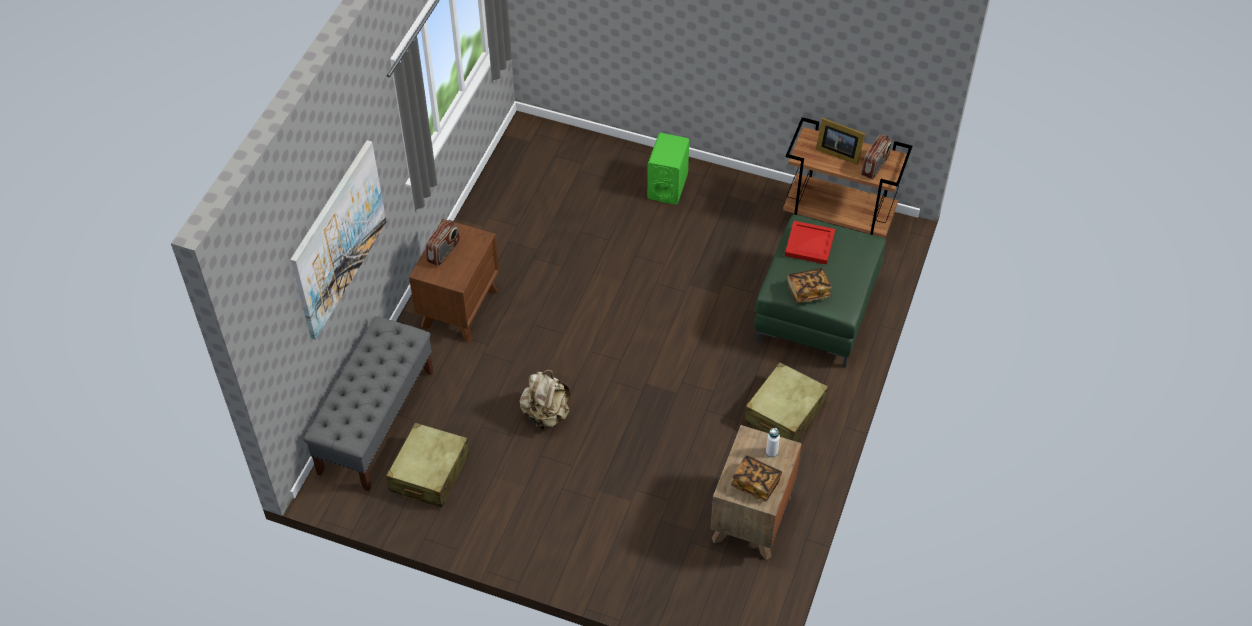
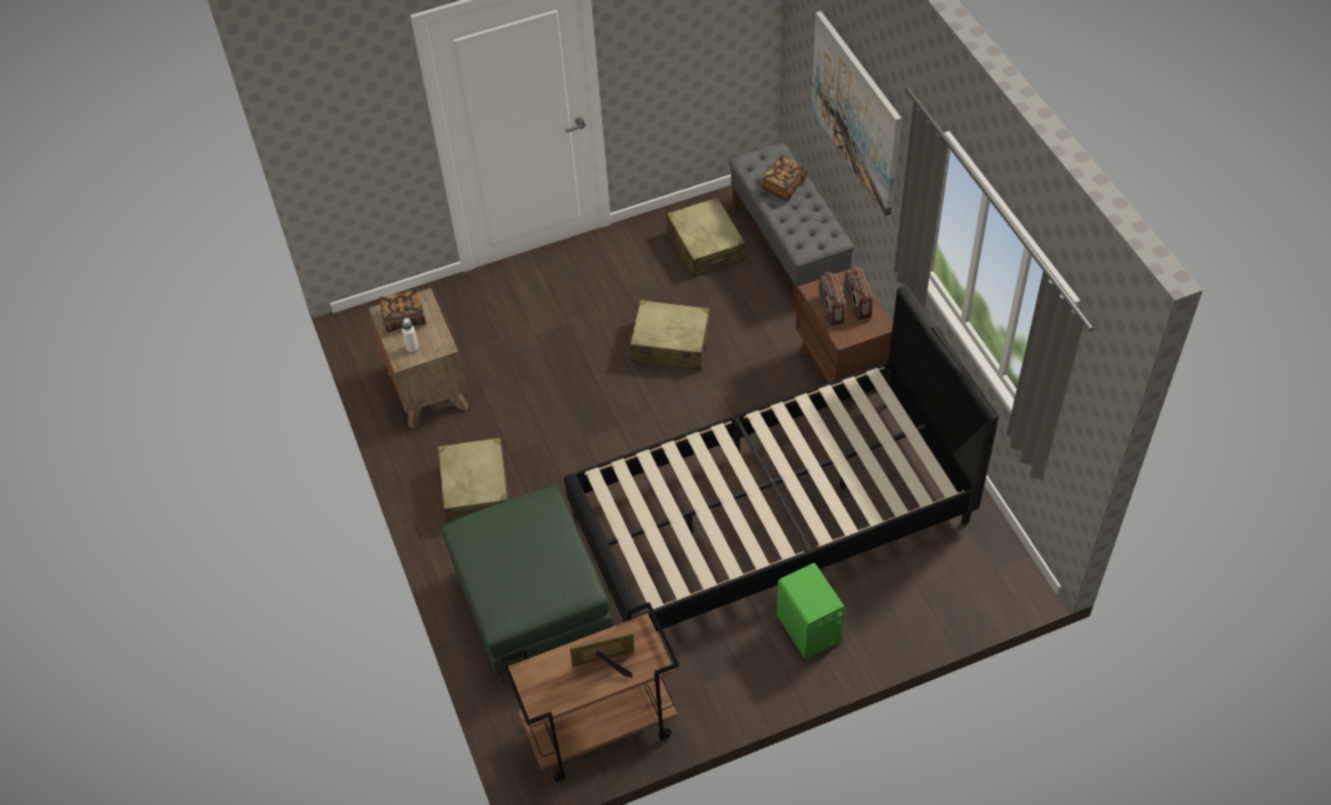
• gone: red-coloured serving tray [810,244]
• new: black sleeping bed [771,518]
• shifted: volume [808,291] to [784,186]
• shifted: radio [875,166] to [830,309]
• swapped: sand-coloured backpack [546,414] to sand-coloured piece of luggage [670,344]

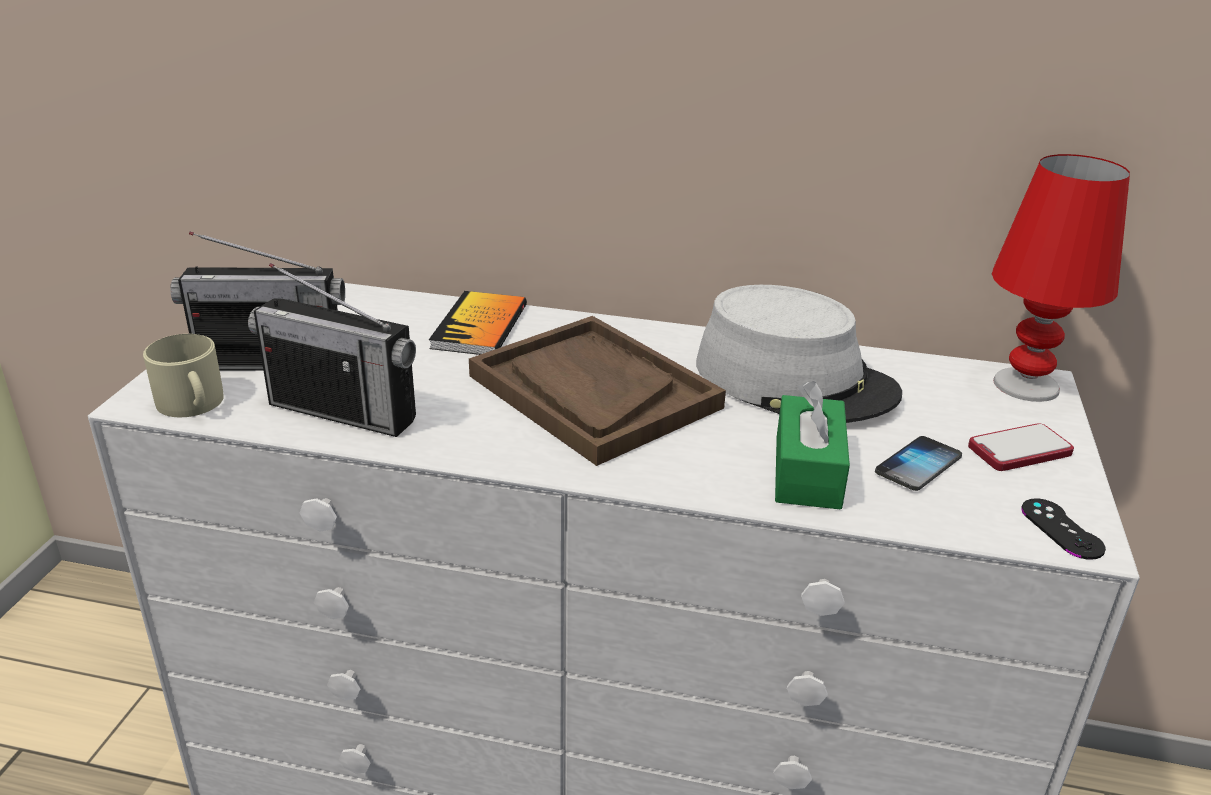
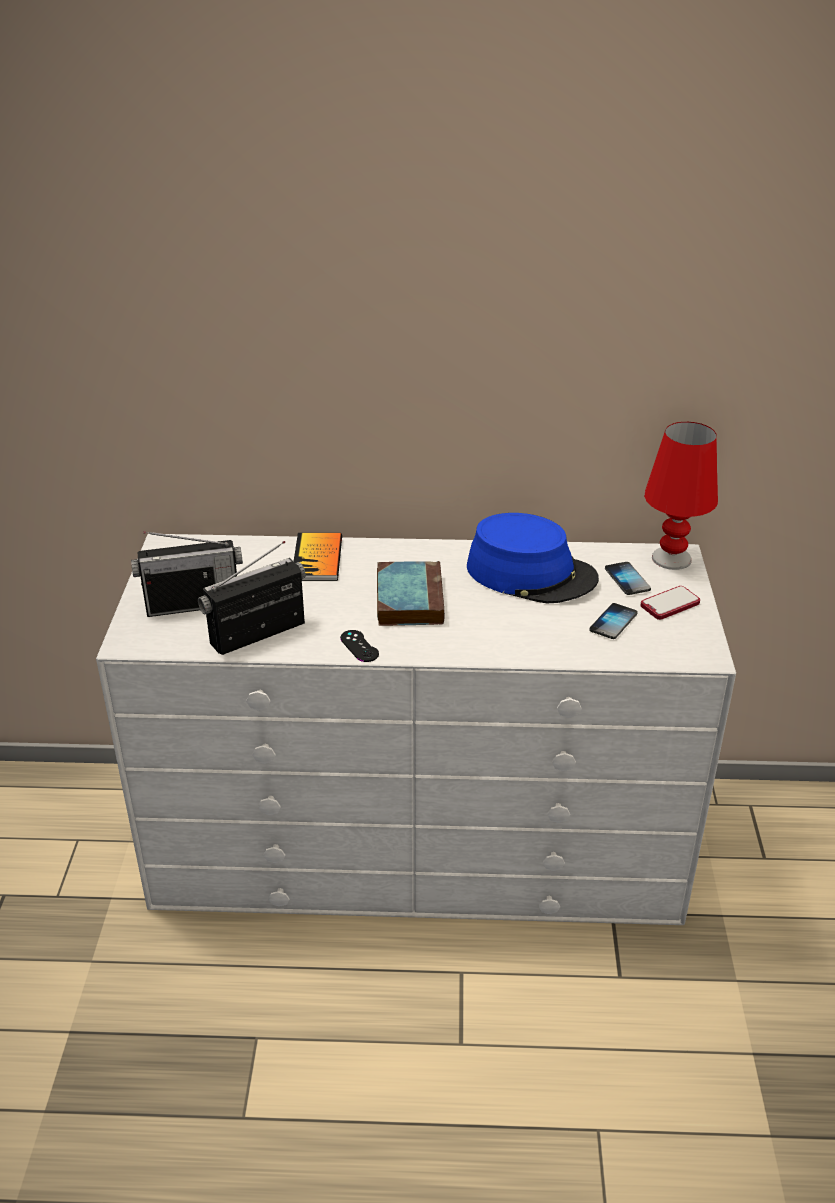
• gone: sand-coloured tea mug [192,404]
• gone: green-coloured box of tissues [807,471]
• new: handset [627,579]
• shifted: black game controller [1061,529] to [359,646]
• swapped: brown serving tray [593,392] to volume [409,598]
• repainted: gray clothing hat [795,380] to blue clothing hat [531,574]
• rotated: radio [342,411] = [258,633] 135 degrees clockwise

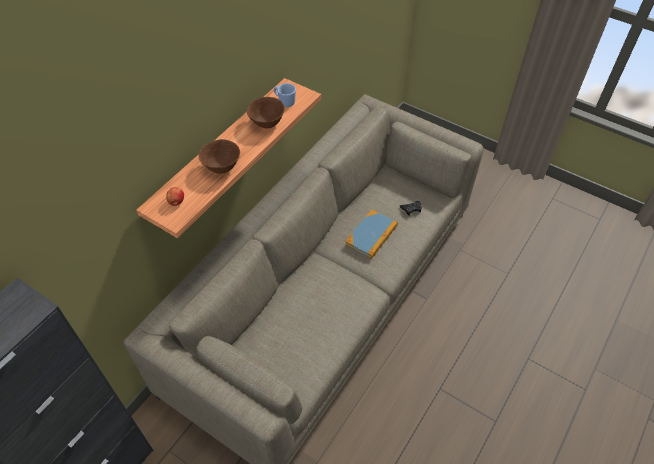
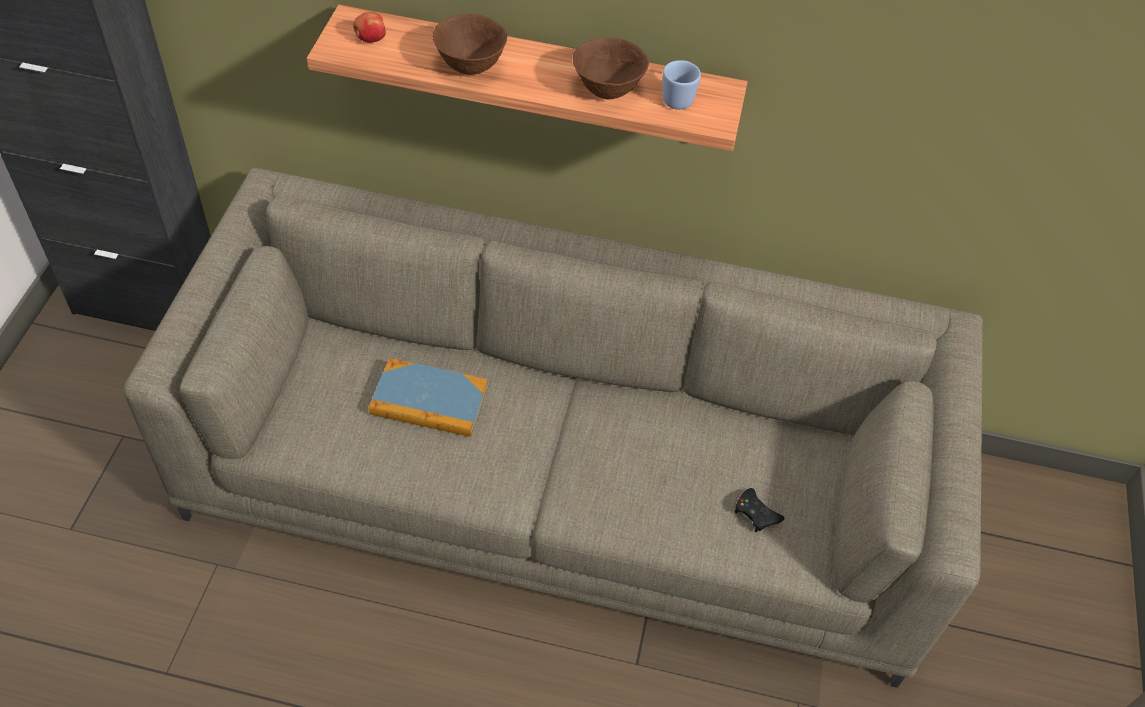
• shifted: volume [371,235] to [429,401]

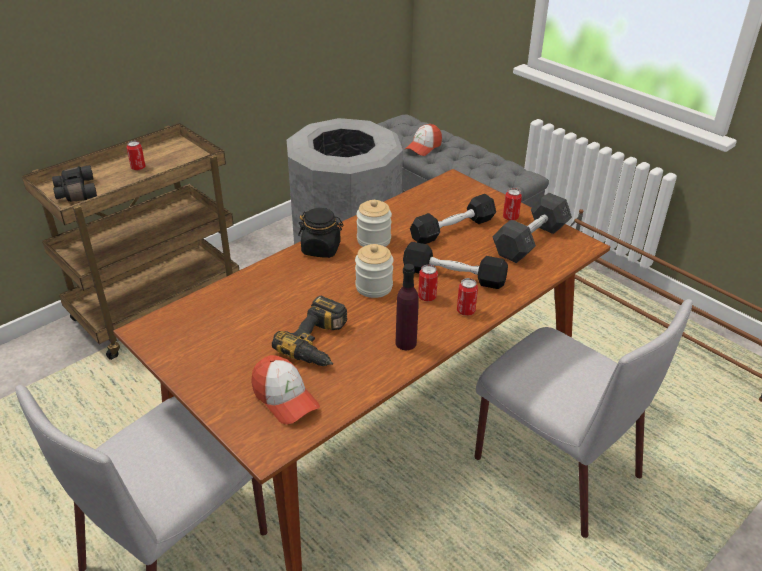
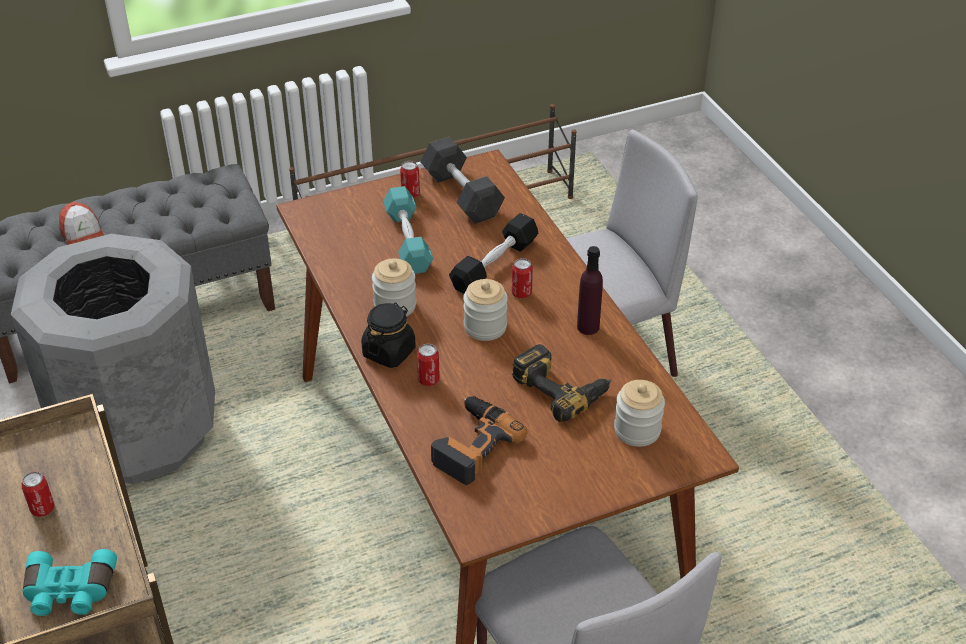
• new: power drill [471,444]
• shifted: metal can [465,311] to [428,380]
• swapped: peaked cap [285,398] to storage jar [637,430]
• repainted: black field glasses [75,192] to turquoise-coloured field glasses [69,593]
• repainted: black free weight [453,229] to turquoise-coloured free weight [408,241]

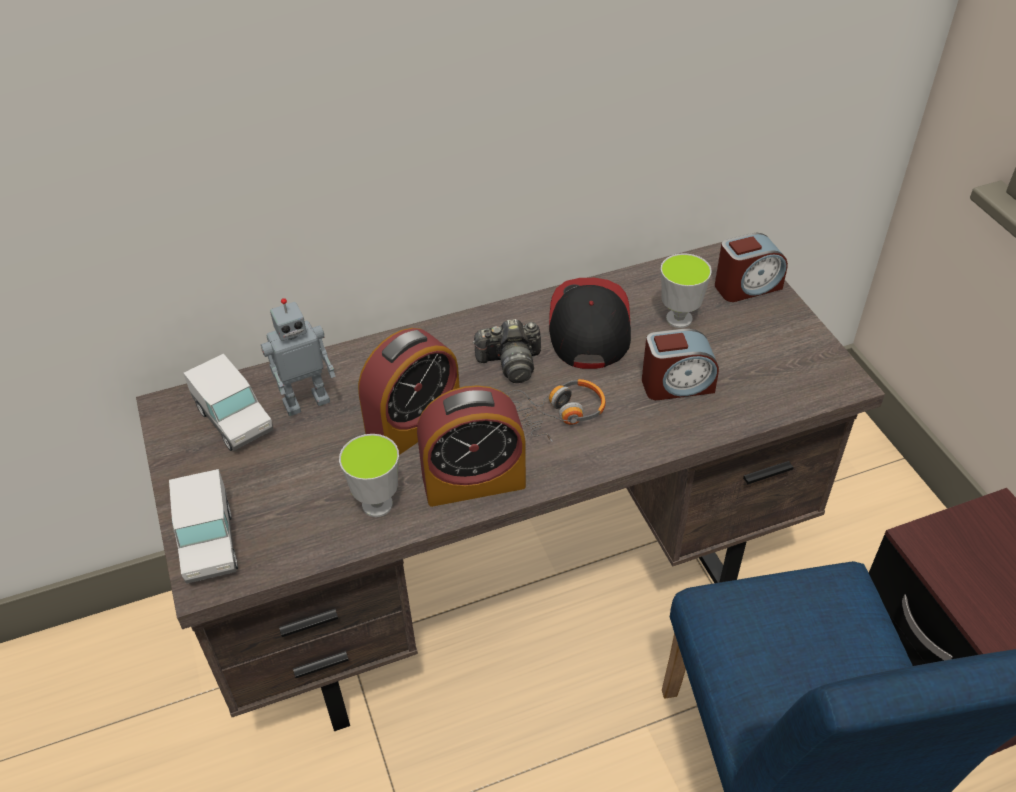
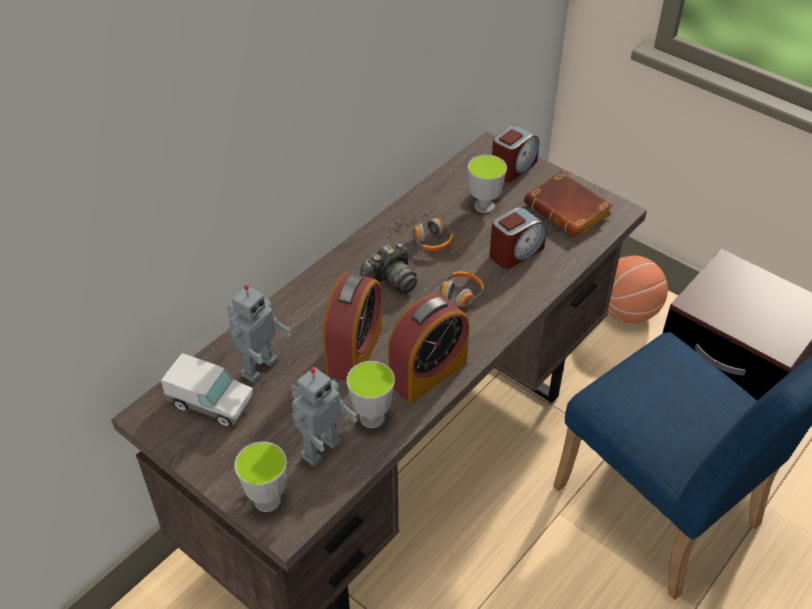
• new: robot figure [319,448]
• new: brown volume [570,211]
• new: basketball ball [628,311]
• swapped: toy lorry [209,544] to cup [267,500]
• swapped: peaked cap [588,326] to headset [426,233]

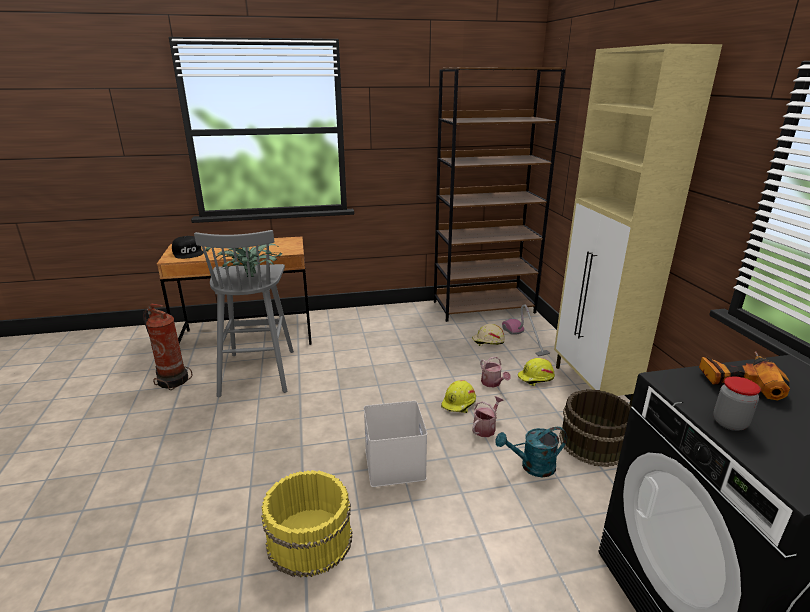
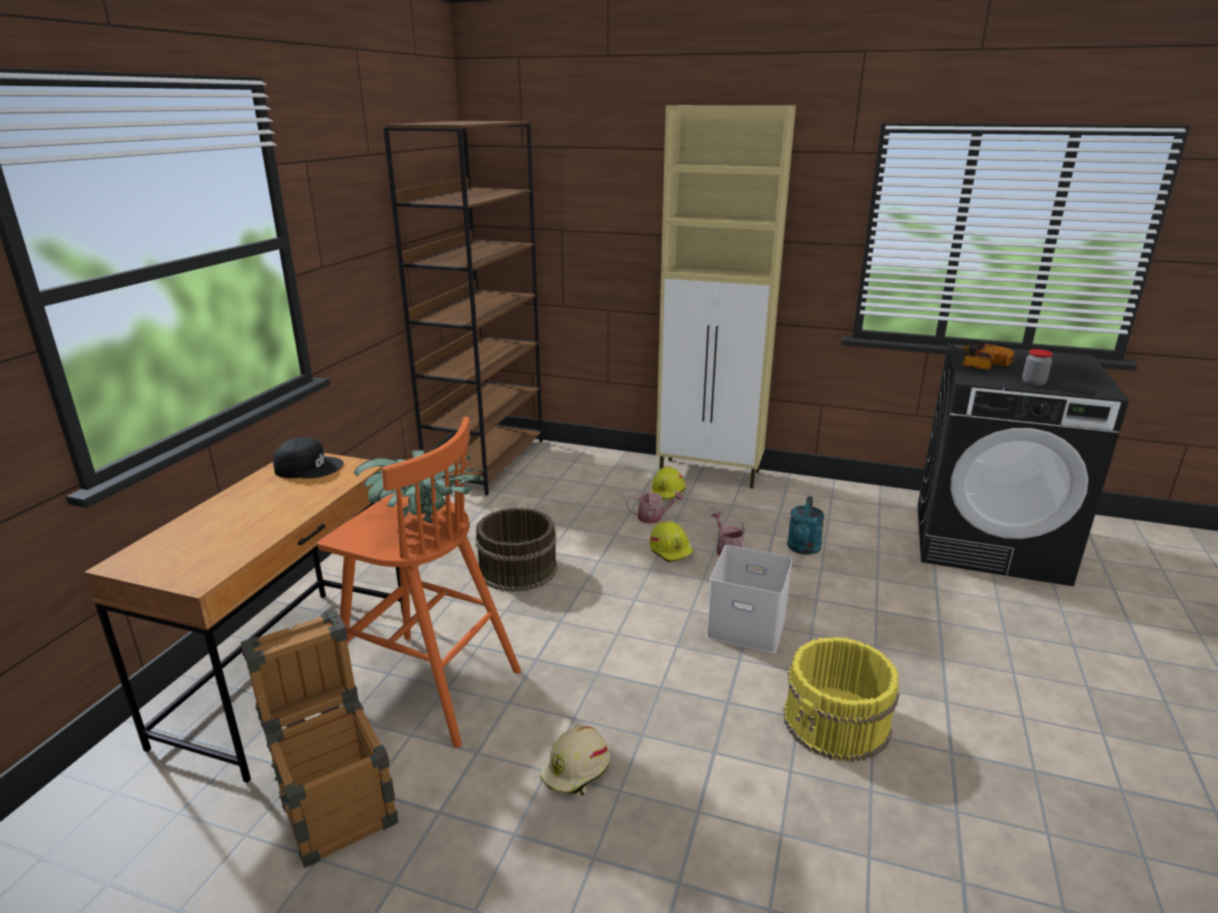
• gone: hoover [524,340]
• shifted: black peaked cap [188,253] to [308,467]
• shifted: sand-coloured safety helmet [488,341] to [577,770]
• shifted: brown pail [592,443] to [517,569]
• swapped: fire extinguisher [172,380] to shipping crate [335,801]
• repainted: gray sitting stool [258,371] to orange sitting stool [427,686]

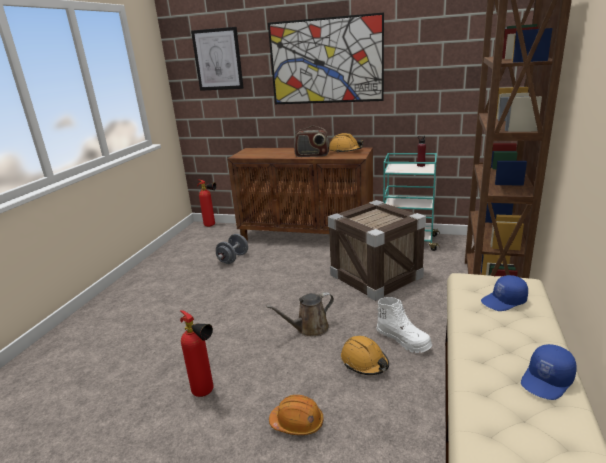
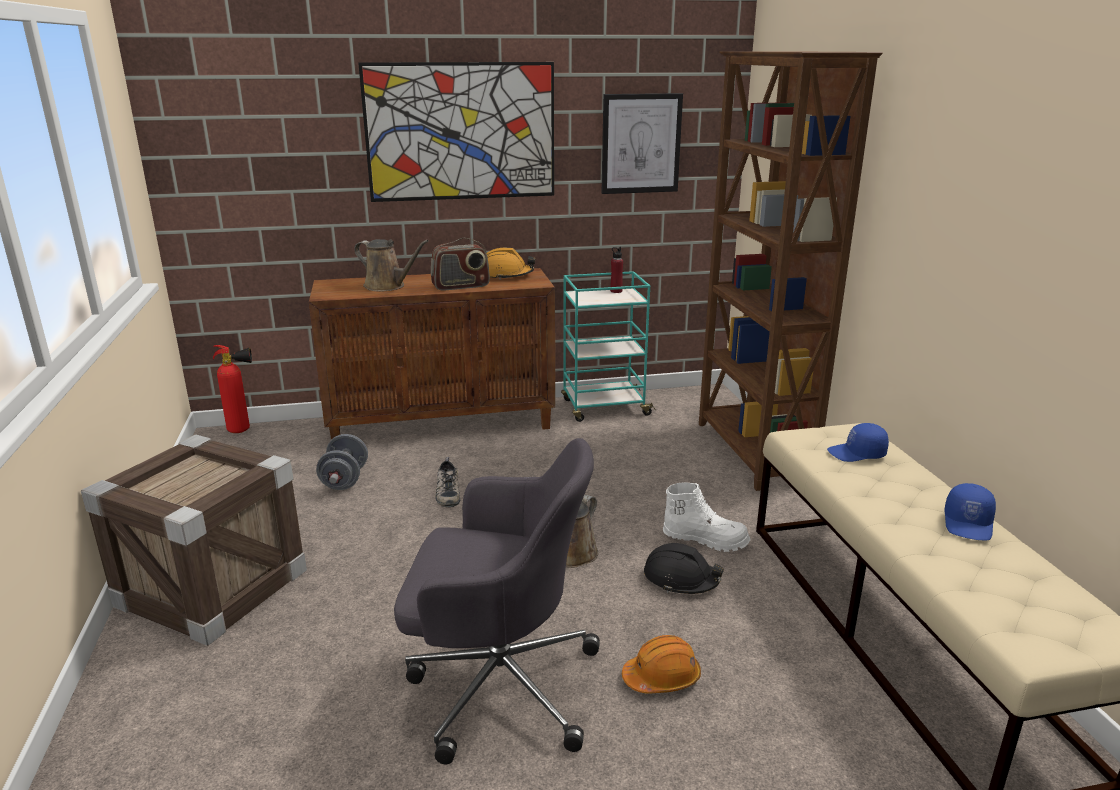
• new: brown sprinkling can [387,286]
• new: shoe [447,492]
• shifted: wall art [218,59] to [641,144]
• shifted: shipping crate [376,276] to [212,588]
• swapped: fire extinguisher [206,393] to gray desk chair [498,684]
• repainted: orange safety helmet [364,362] to black safety helmet [681,579]
• rotated: blue peaked cap [504,301] = [857,454] 45 degrees clockwise

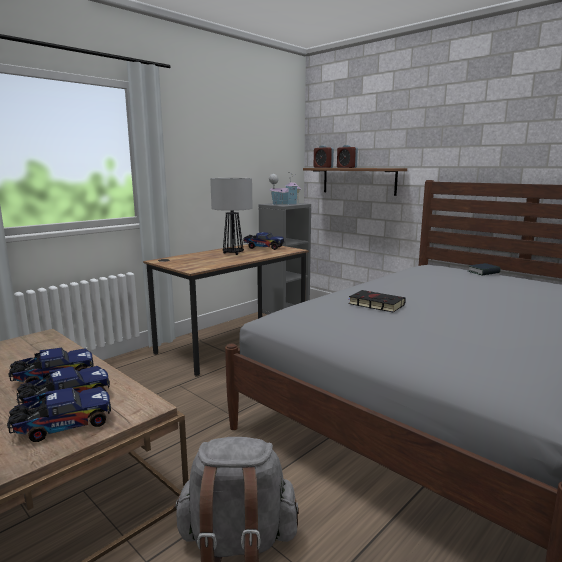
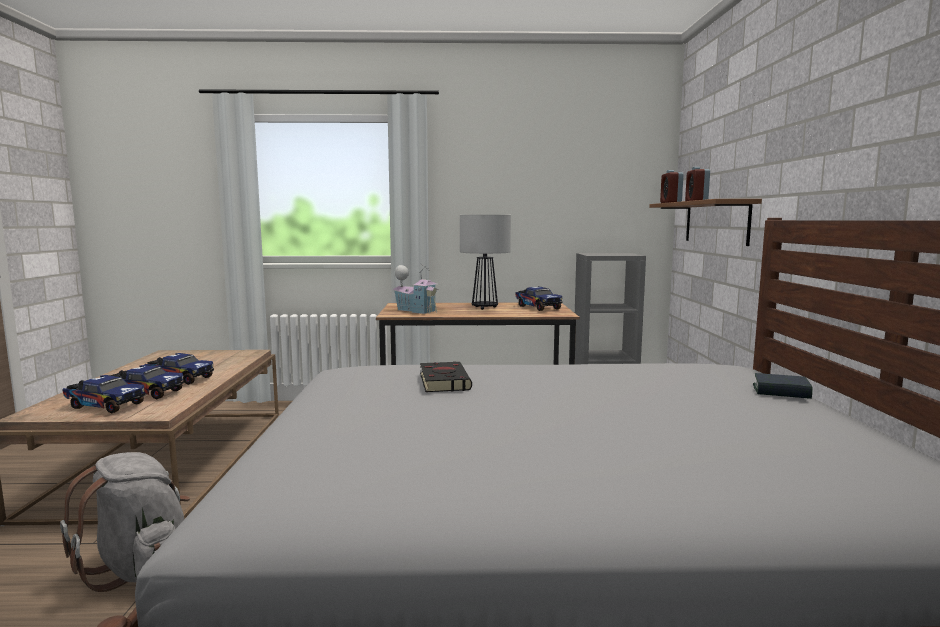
• shifted: miniature house [284,204] to [416,311]

